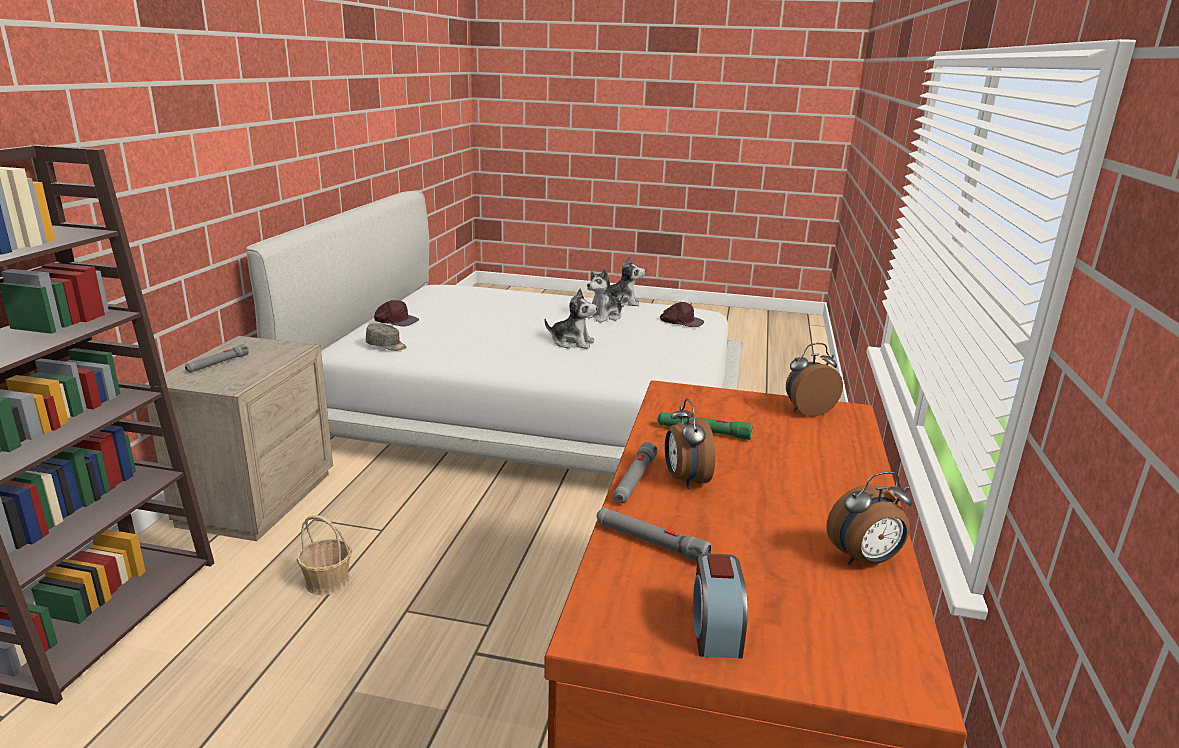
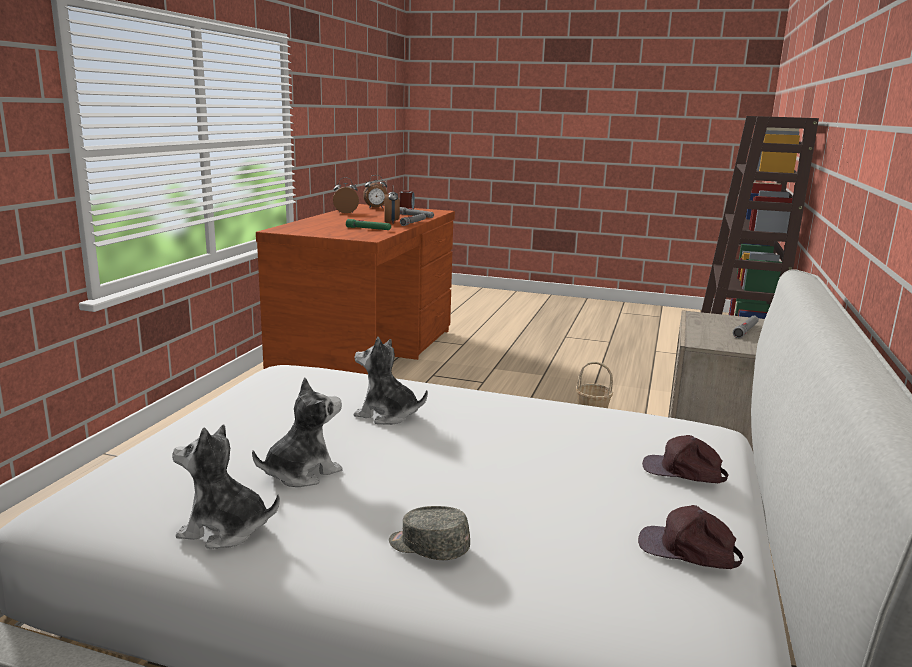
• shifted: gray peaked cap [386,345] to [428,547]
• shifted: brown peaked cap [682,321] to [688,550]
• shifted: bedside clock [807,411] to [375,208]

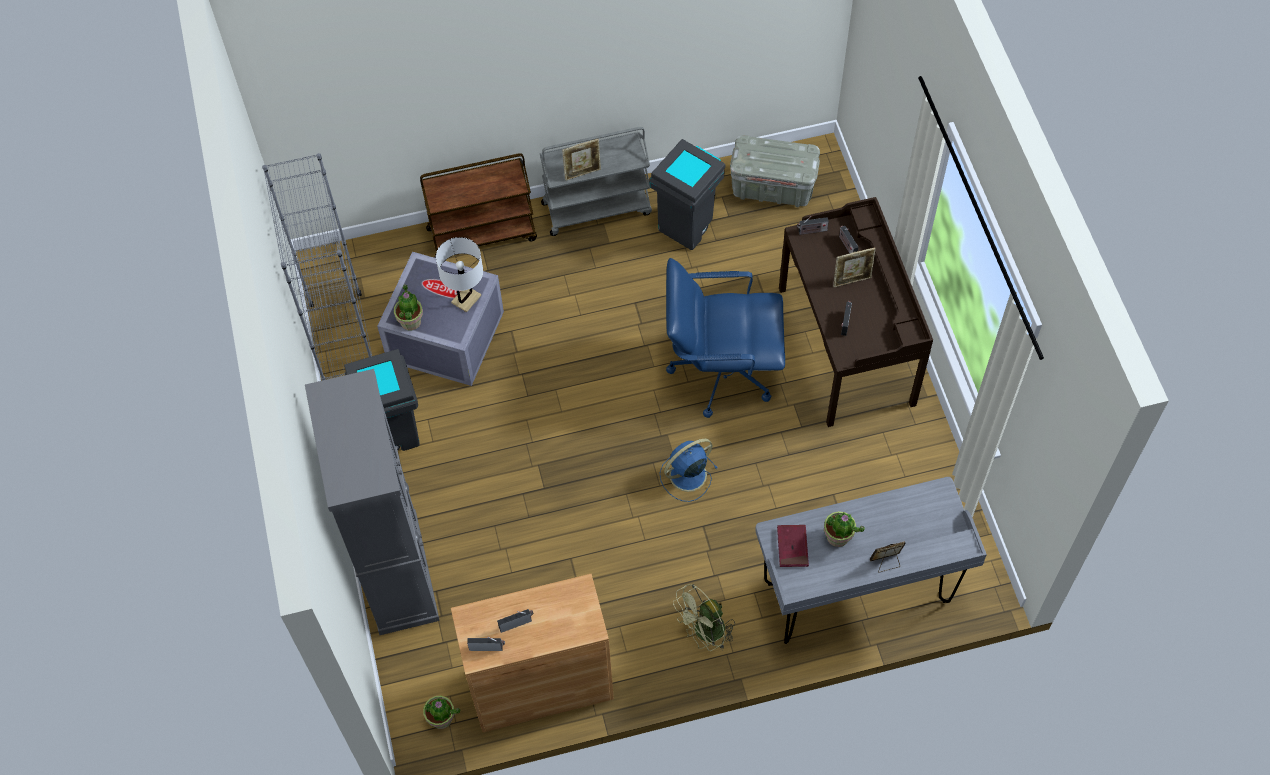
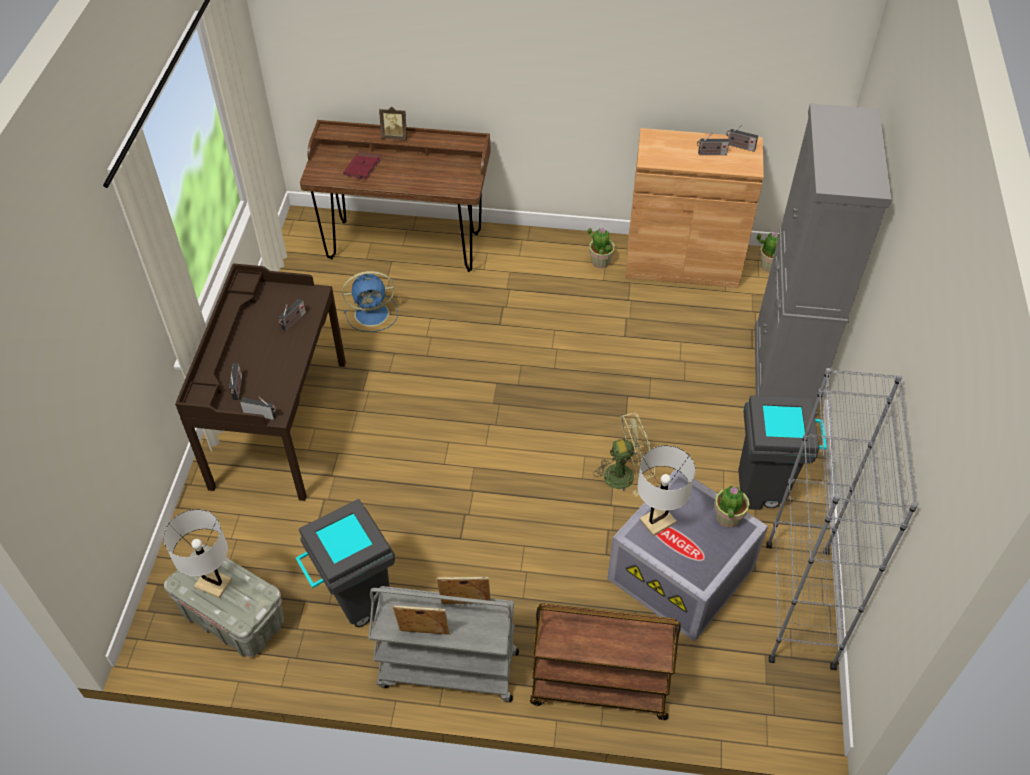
• gone: blue desk chair [721,370]
• new: white-coloured table lamp [213,583]
• shifted: blue electric fan [686,475] to [373,313]
• shifted: green-coloured electric fan [704,633] to [625,474]
• shifted: red-coloured volume [792,547] to [362,167]
• shifted: plant in a pot [838,537] to [600,261]
• shifted: picture frame [852,280] to [423,634]
• repainted: gray desk table [856,594] to brown desk table [405,245]

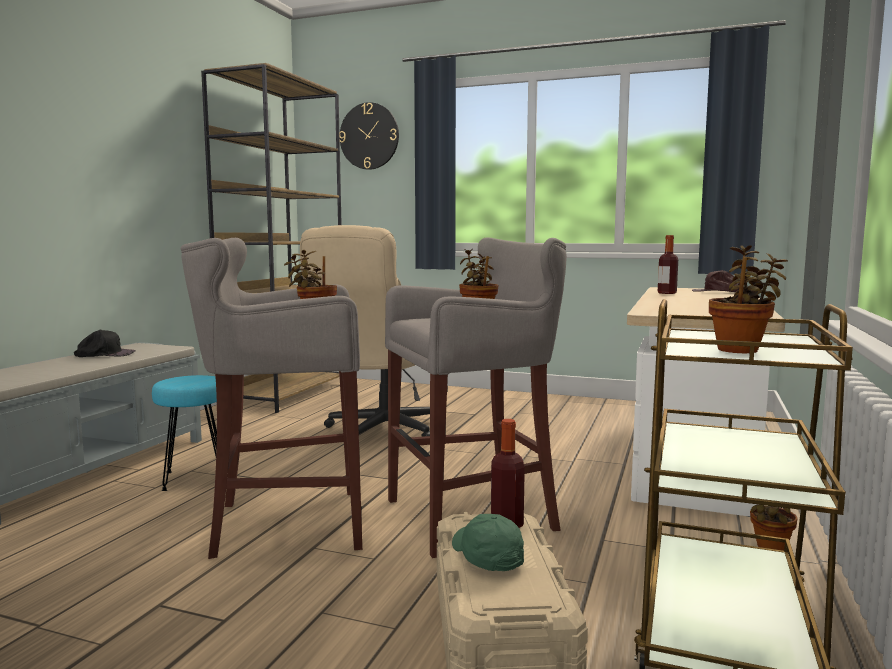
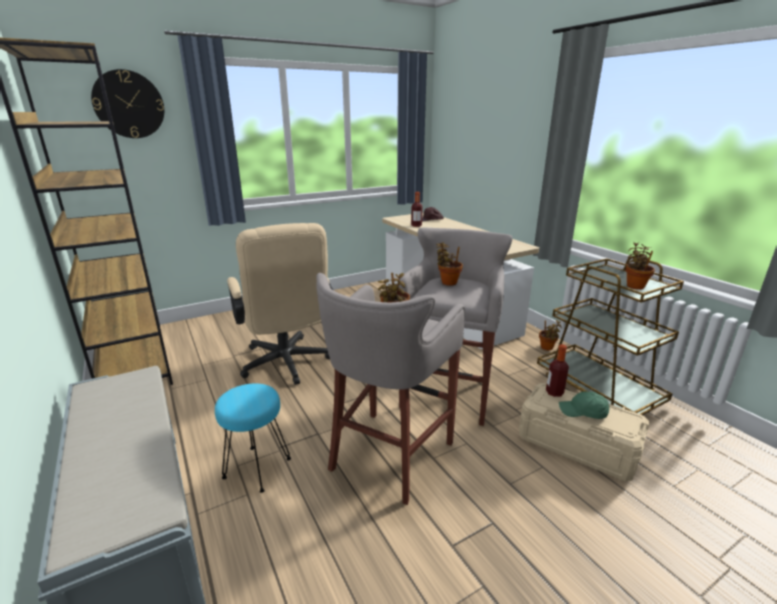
• gone: black peaked cap [105,354]

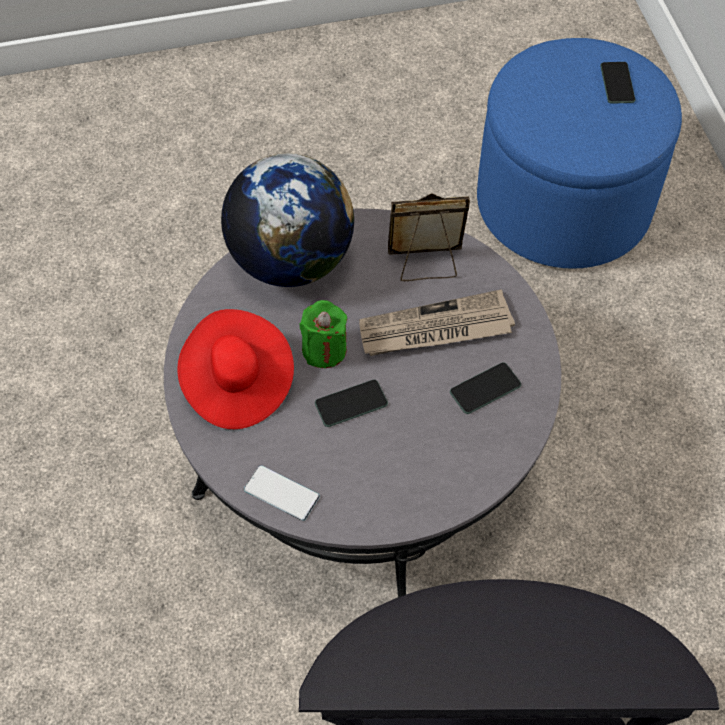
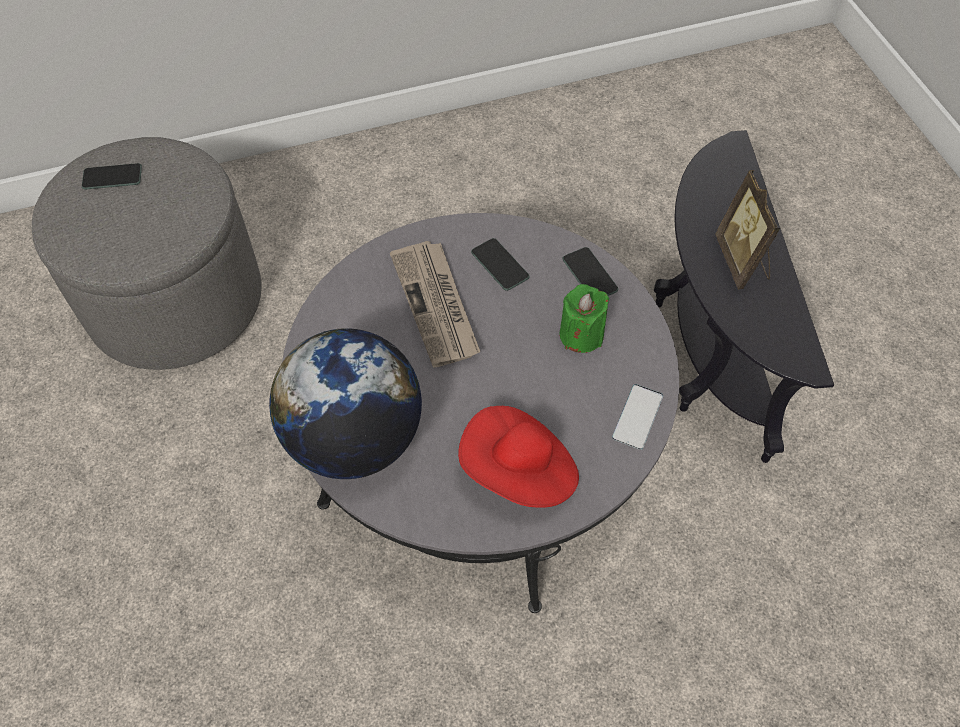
• shifted: green-coloured wax candle [324,350] to [581,335]
• shifted: handset [351,404] to [589,274]
• shifted: picture frame [426,265] to [742,261]
• repainted: blue footrest [563,203] to gray footrest [175,300]

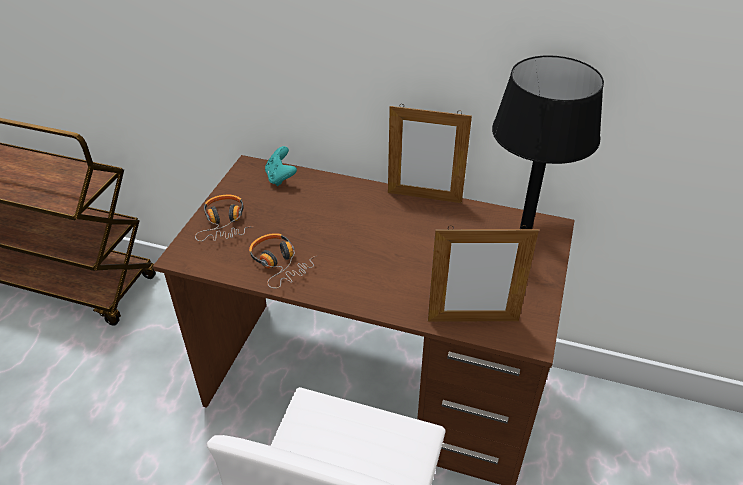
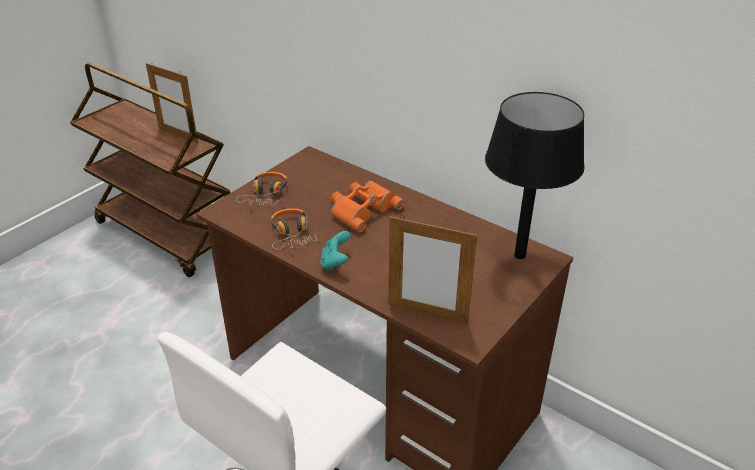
• new: orange field glasses [362,209]
• shifted: turquoise-coloured game controller [280,178] to [335,262]
• shifted: picture frame [424,197] to [178,135]

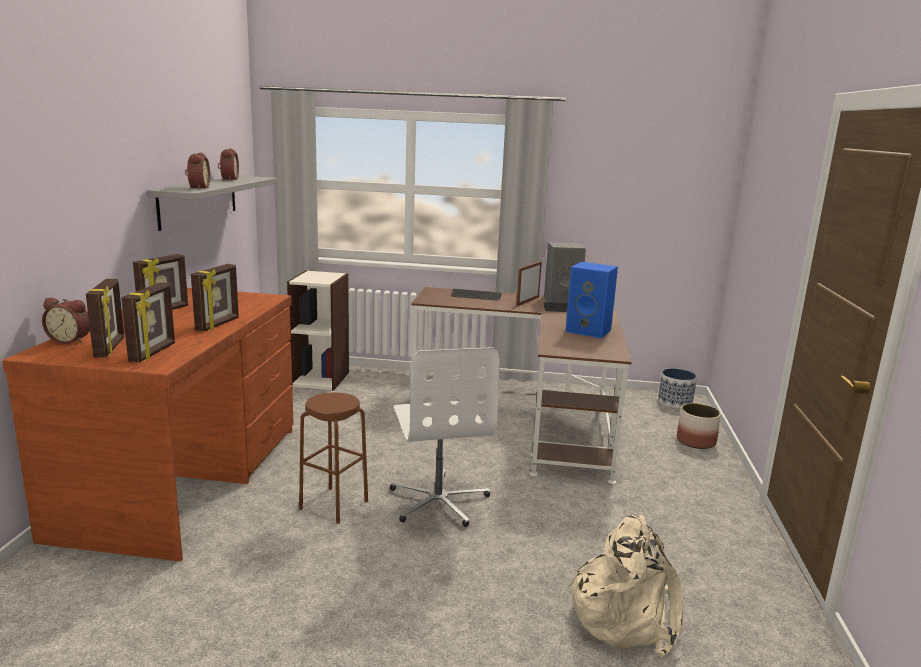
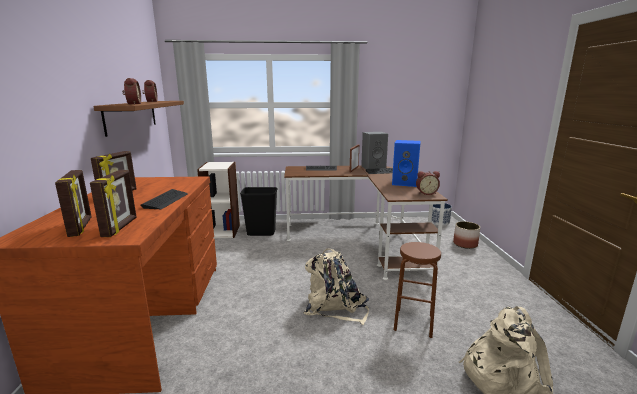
• new: black waste bin [261,233]
• shifted: bedside clock [71,340] to [426,193]
• shifted: brown sitting stool [334,505] to [413,323]
• swapped: picture frame [218,325] to computer keyboard [166,200]
• swapped: white-coloured desk chair [439,501] to sand-coloured backpack [335,307]
• repainted: gray bracket shelf [199,200] to brown bracket shelf [131,116]

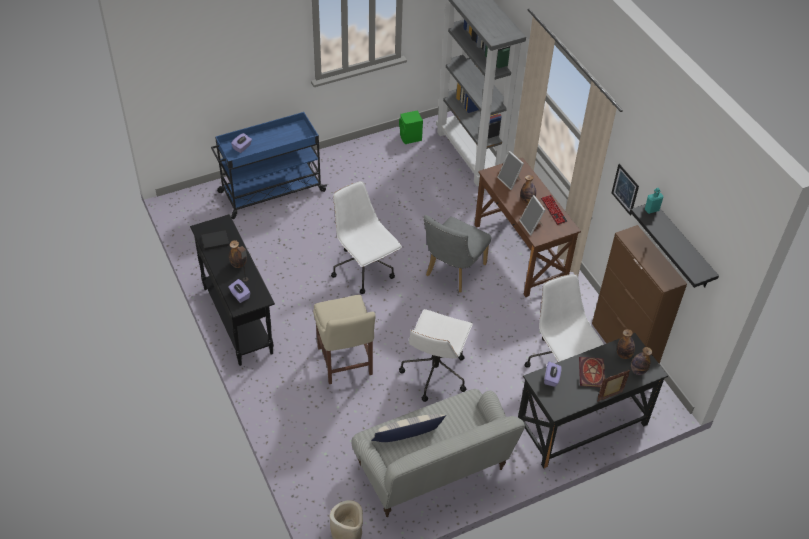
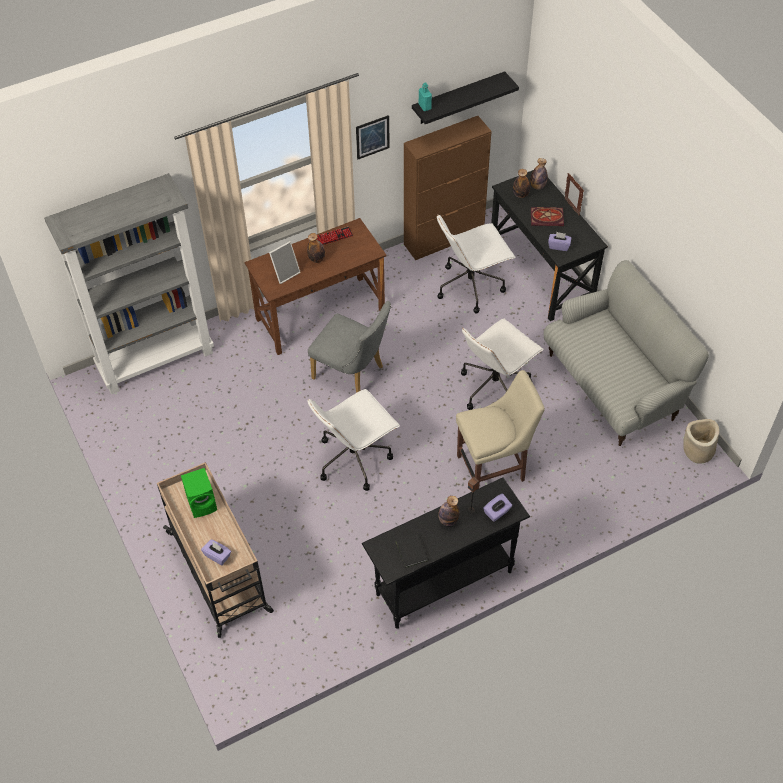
• gone: cushion [407,436]
• gone: picture frame [531,226]
• shifted: green-coloured speaker [410,138] to [203,503]
• repainted: blue trolley [270,192] to sand-coloured trolley [219,573]
• rotated: white-coloured desk chair [435,372] = [495,387] 120 degrees clockwise

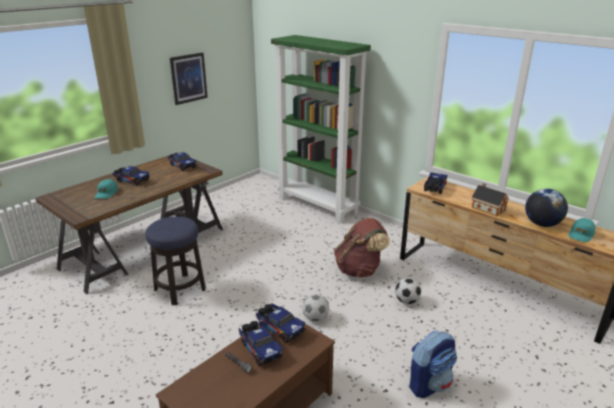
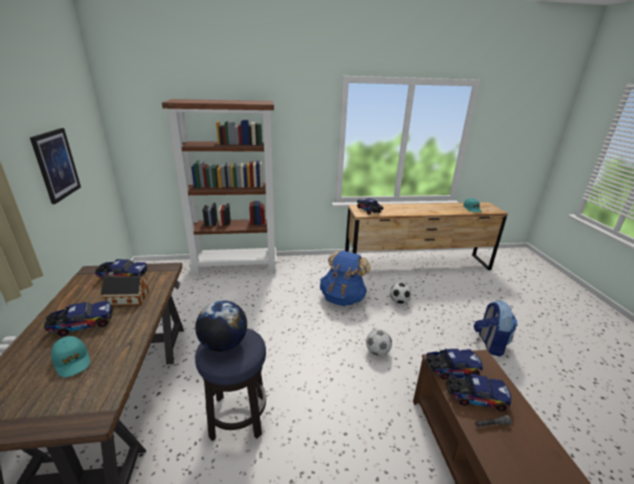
• shifted: miniature house [487,208] to [127,298]
• shifted: desk globe [542,224] to [223,344]
• repainted: green-coloured bookshelf [318,205] to brown bookshelf [236,266]
• repainted: brown backpack [359,270] to blue backpack [343,298]

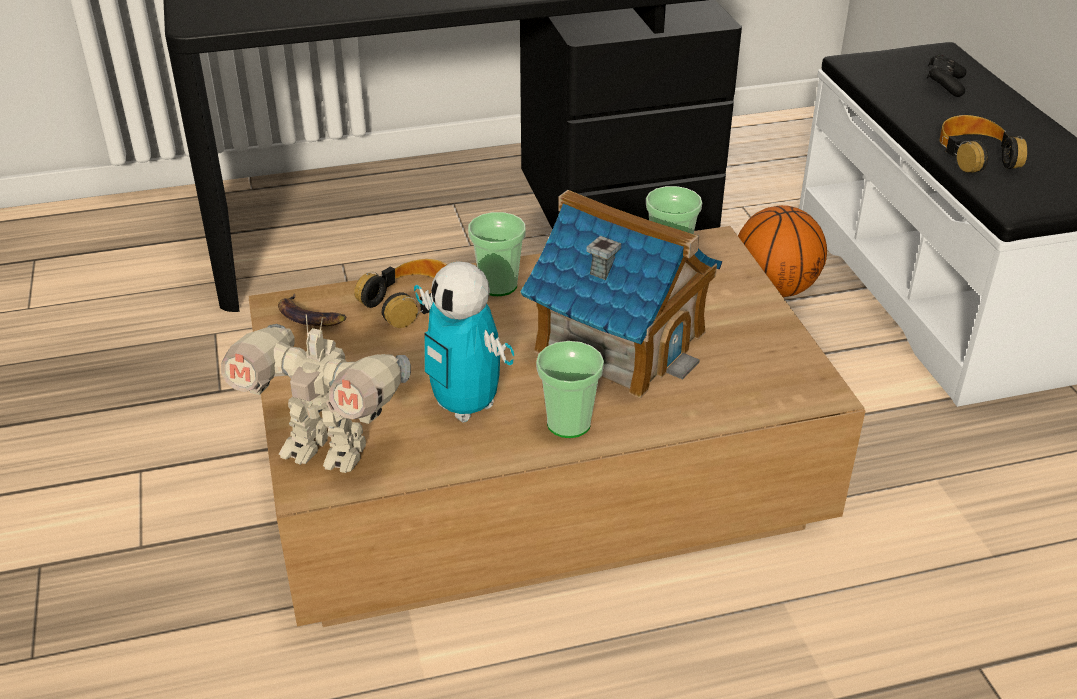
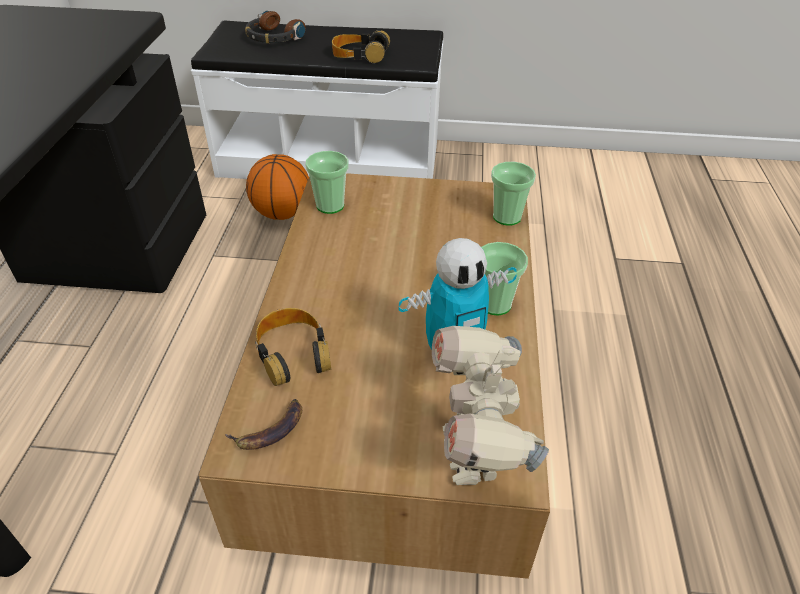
• gone: miniature house [620,341]
• shifted: cup [498,285] to [507,217]
• swapped: black game controller [944,85] to headset [273,37]
• rotated: robot figure [327,449] = [474,454] 135 degrees clockwise

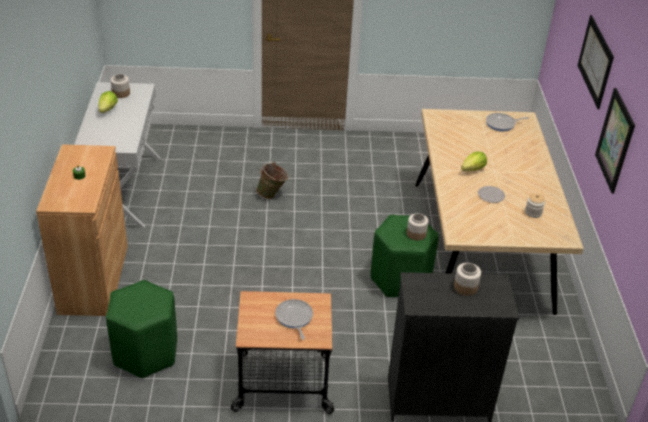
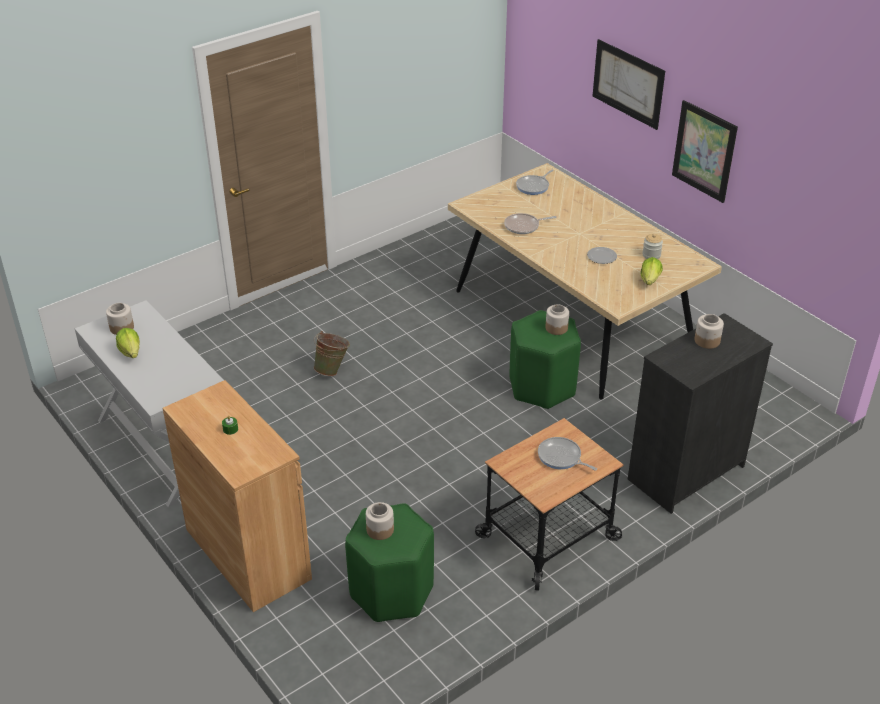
• new: storage jar [380,529]
• new: skillet [524,226]
• shifted: head of lettuce [473,169] to [650,280]

